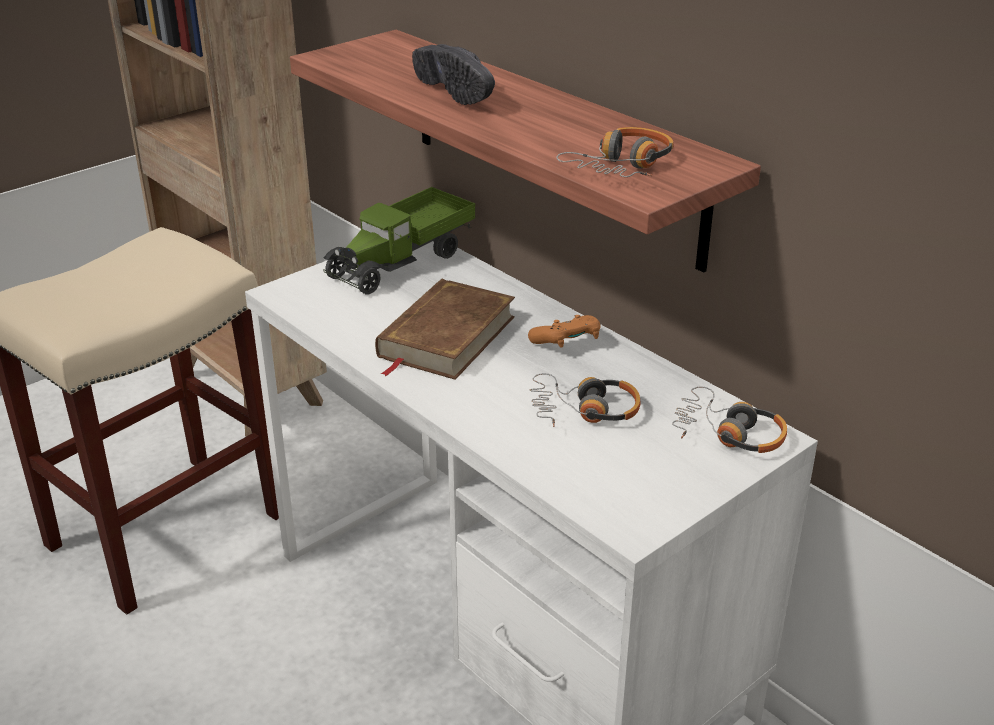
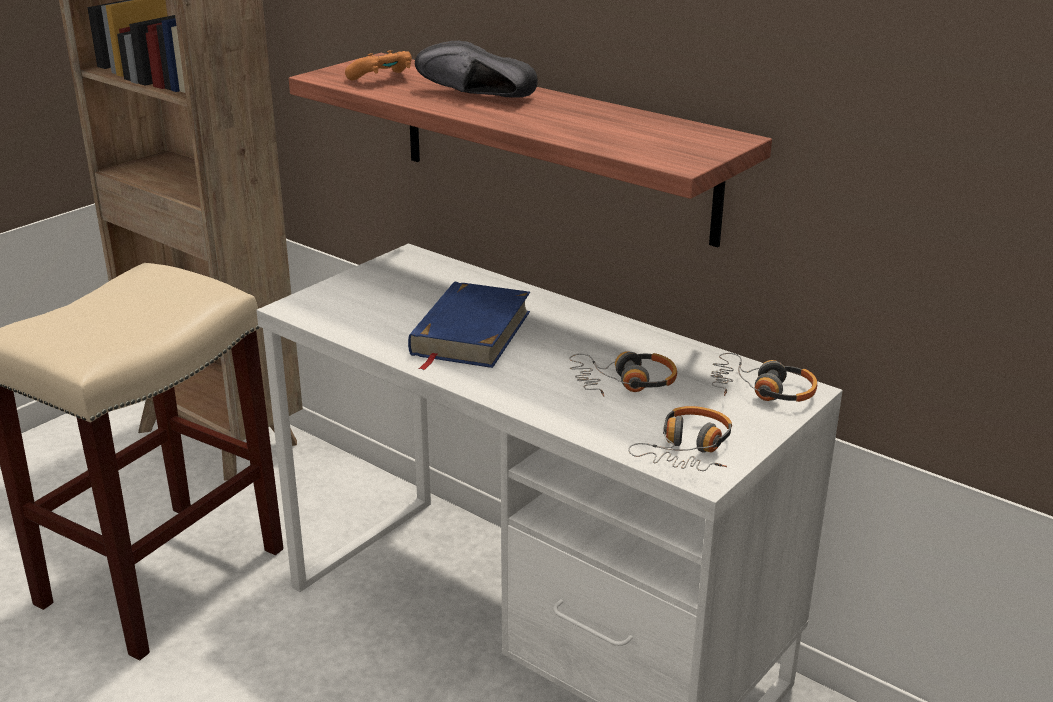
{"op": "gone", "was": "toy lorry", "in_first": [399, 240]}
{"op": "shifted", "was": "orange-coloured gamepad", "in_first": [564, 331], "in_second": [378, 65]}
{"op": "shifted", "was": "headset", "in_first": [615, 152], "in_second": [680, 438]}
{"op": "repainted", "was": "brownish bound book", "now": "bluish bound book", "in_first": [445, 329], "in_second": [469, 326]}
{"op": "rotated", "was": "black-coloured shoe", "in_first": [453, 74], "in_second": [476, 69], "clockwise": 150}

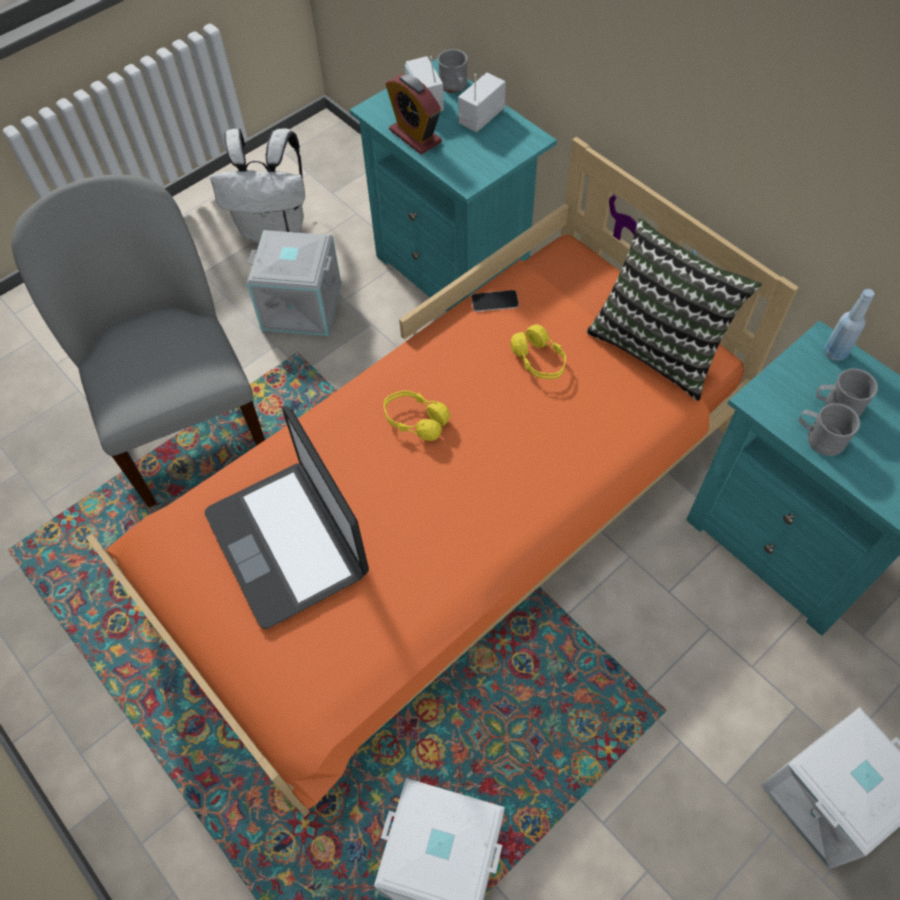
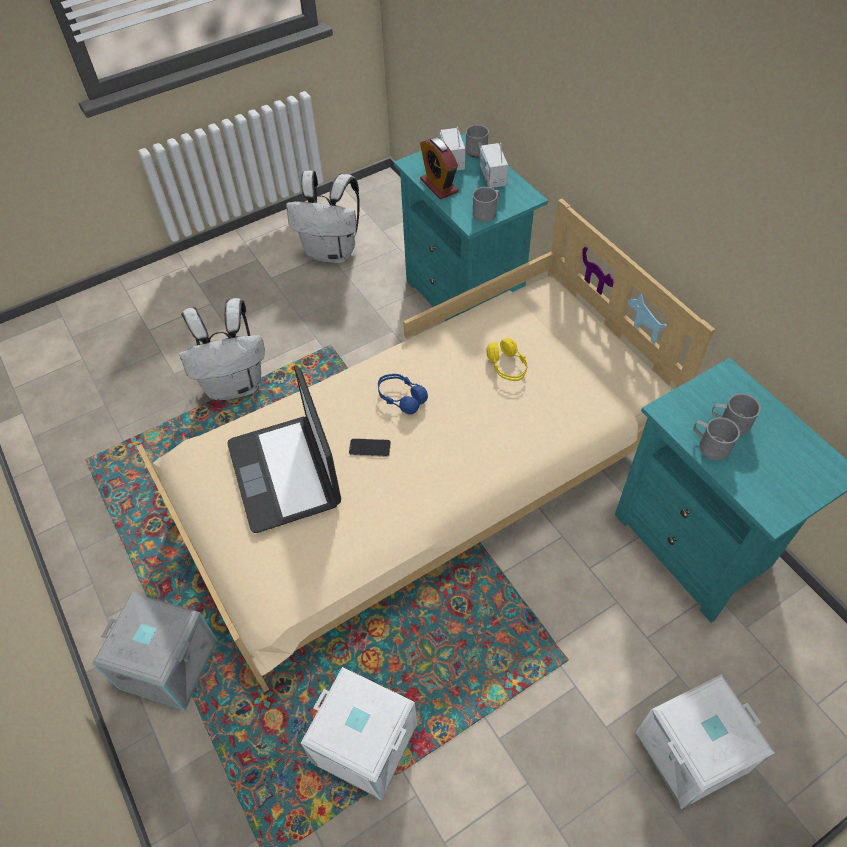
{"op": "gone", "was": "throw pillow", "in_first": [674, 310]}
{"op": "gone", "was": "bluish beverage bottle", "in_first": [849, 325]}
{"op": "new", "now": "gray coffee mug", "in_second": [486, 204]}
{"op": "shifted", "was": "gray storage box", "in_first": [294, 283], "in_second": [154, 651]}
{"op": "shifted", "was": "phone", "in_first": [495, 301], "in_second": [370, 447]}
{"op": "swapped", "was": "gray plain chair", "now": "white knapsack", "in_first": [138, 341], "in_second": [222, 349]}
{"op": "repainted", "was": "orange-coloured bedroom bed", "now": "beige-coloured bedroom bed", "in_first": [442, 476], "in_second": [425, 445]}
{"op": "repainted", "was": "yellow headset", "now": "bluish headset", "in_first": [417, 416], "in_second": [403, 394]}
{"op": "rotated", "was": "radio", "in_first": [482, 102], "in_second": [494, 165], "clockwise": -60}

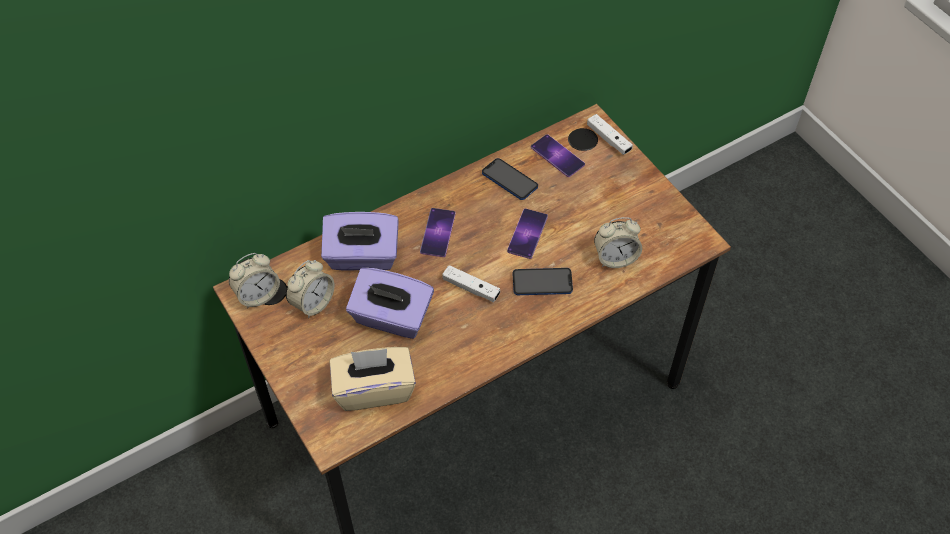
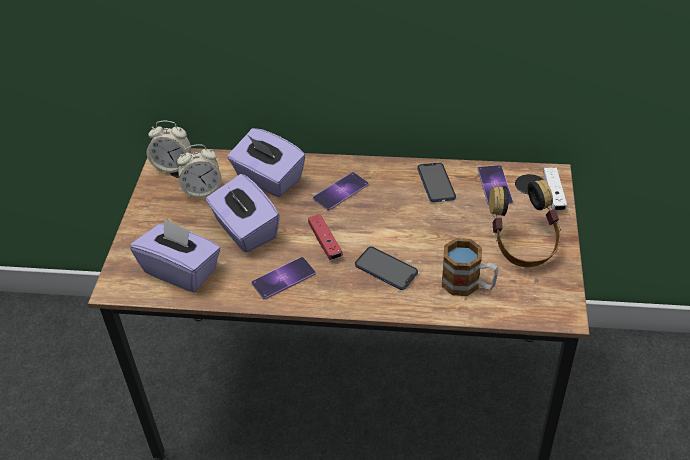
{"op": "new", "now": "headset", "in_second": [525, 223]}
{"op": "shifted", "was": "phone", "in_first": [527, 233], "in_second": [283, 278]}
{"op": "swapped", "was": "alarm clock", "now": "coffee mug", "in_first": [618, 242], "in_second": [470, 267]}
{"op": "repainted", "was": "beige-coloured box of tissues", "now": "purple-coloured box of tissues", "in_first": [373, 379], "in_second": [175, 255]}
{"op": "repainted", "was": "white gamepad", "now": "reddish gamepad", "in_first": [471, 283], "in_second": [325, 237]}

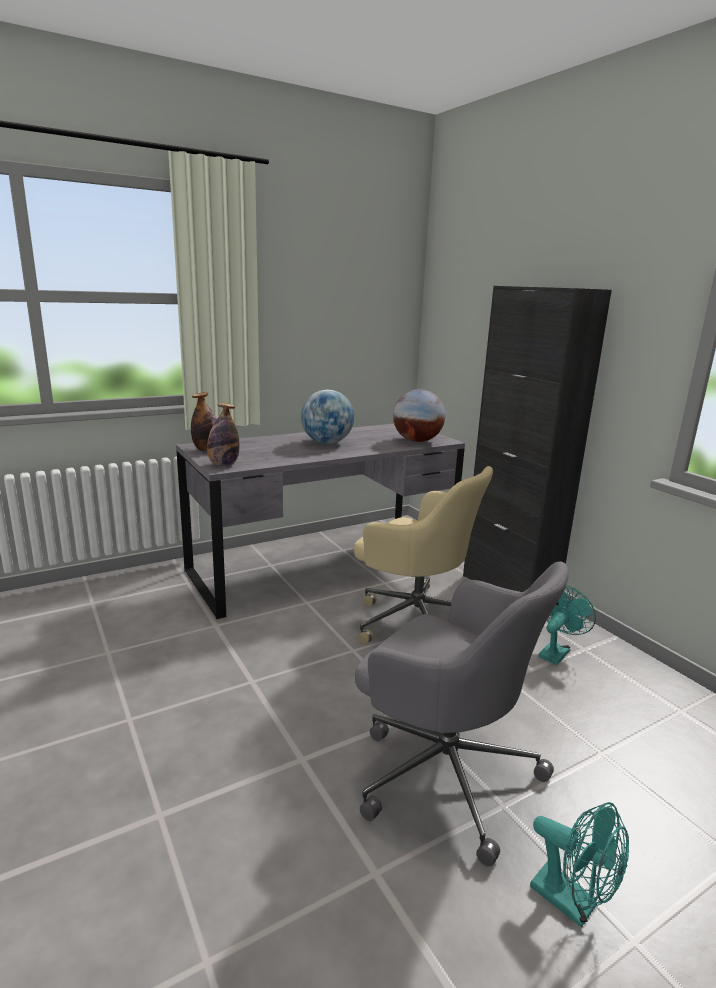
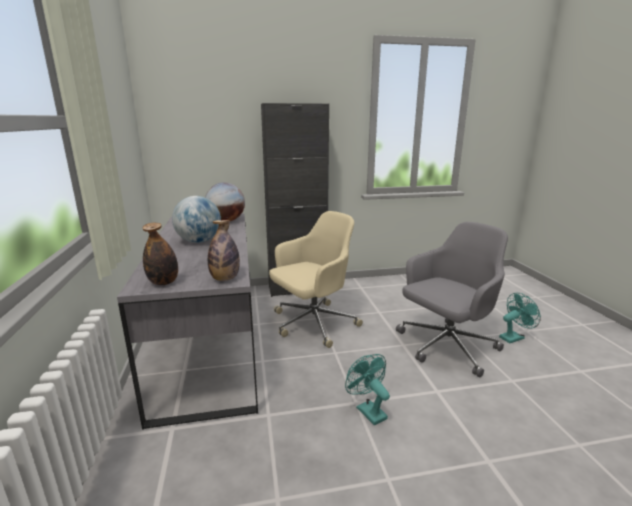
{"op": "shifted", "was": "turquoise-coloured electric fan", "in_first": [567, 625], "in_second": [367, 389]}

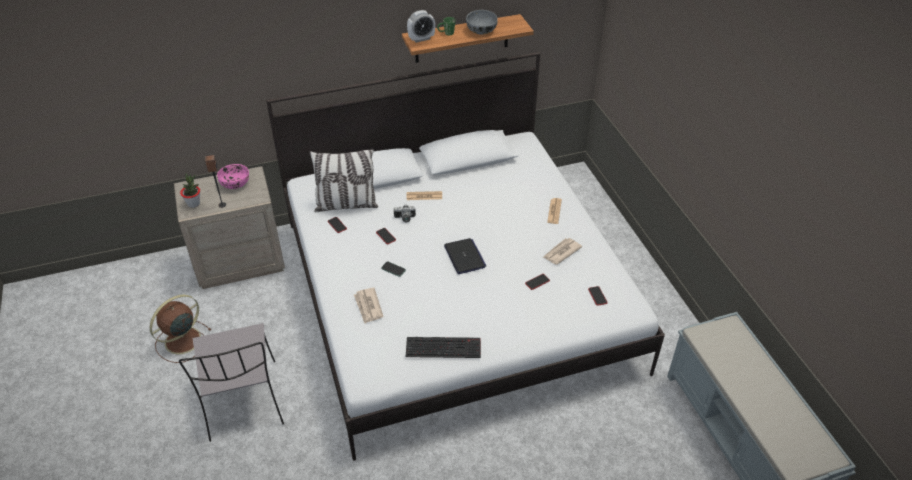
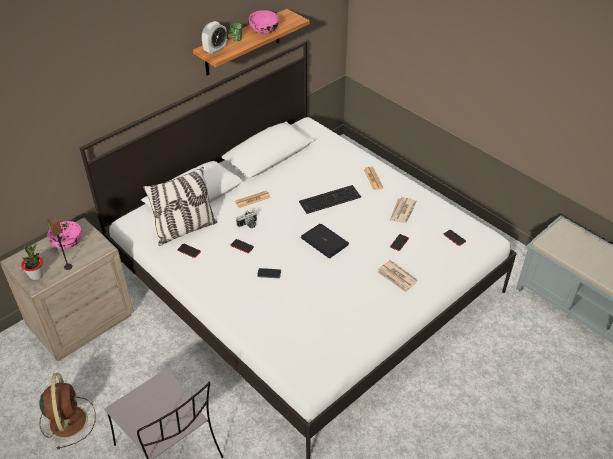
{"op": "shifted", "was": "daily paper", "in_first": [368, 305], "in_second": [397, 276]}
{"op": "shifted", "was": "keyboard", "in_first": [443, 347], "in_second": [330, 199]}
{"op": "repainted", "was": "gray deep dish", "now": "pink deep dish", "in_first": [482, 22], "in_second": [264, 22]}
{"op": "rotated", "was": "brownish electric fan", "in_first": [180, 329], "in_second": [67, 411], "clockwise": 150}

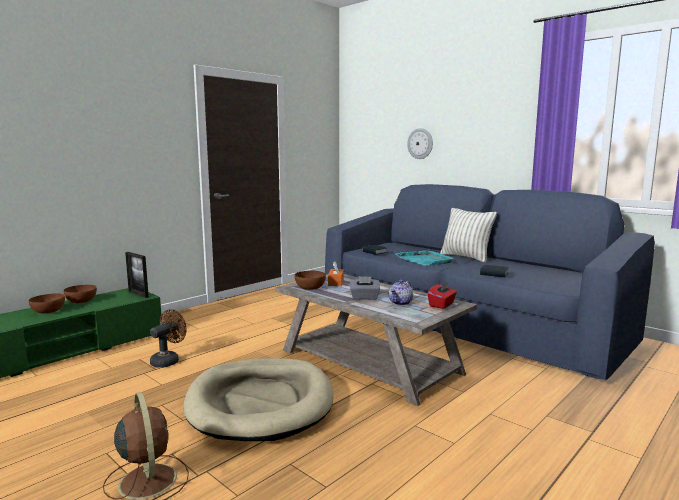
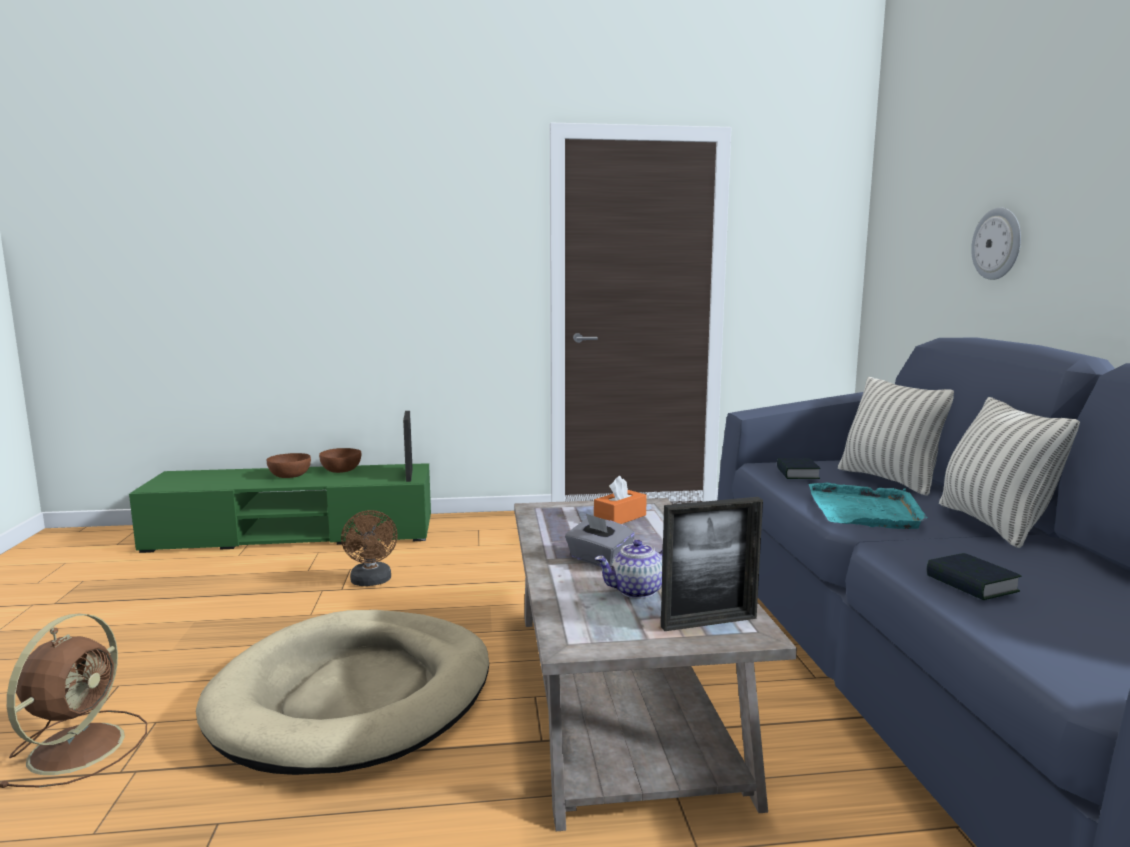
{"op": "gone", "was": "brownish deep dish", "in_first": [310, 280]}
{"op": "new", "now": "throw pillow", "in_second": [896, 436]}
{"op": "swapped", "was": "reddish box of tissues", "now": "picture frame", "in_first": [442, 295], "in_second": [712, 564]}
{"op": "rotated", "was": "brownish electric fan", "in_first": [168, 338], "in_second": [369, 548], "clockwise": 90}

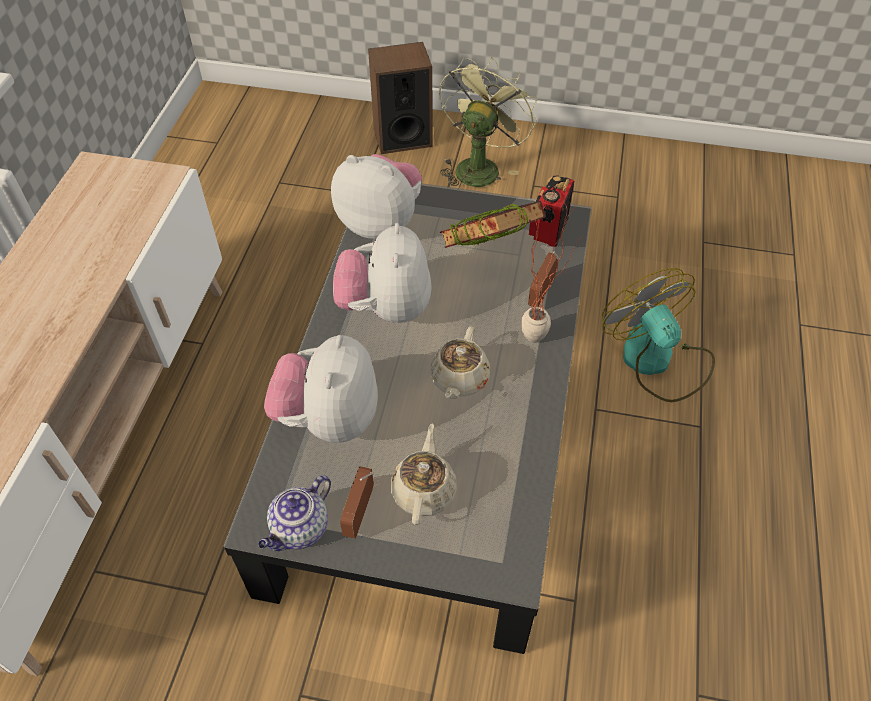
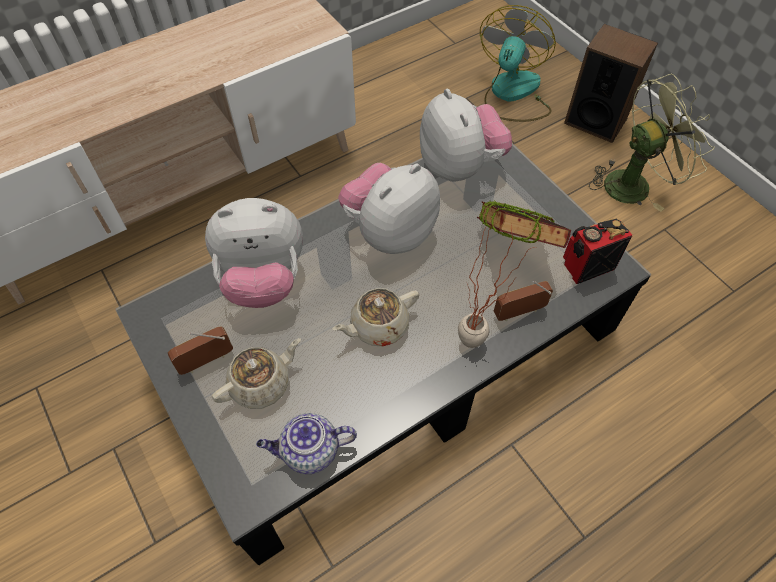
{"op": "shifted", "was": "teapot", "in_first": [294, 513], "in_second": [306, 443]}
{"op": "shifted", "was": "electric fan", "in_first": [658, 335], "in_second": [518, 63]}
{"op": "rotated", "was": "soft toy", "in_first": [321, 389], "in_second": [254, 253], "clockwise": -150}

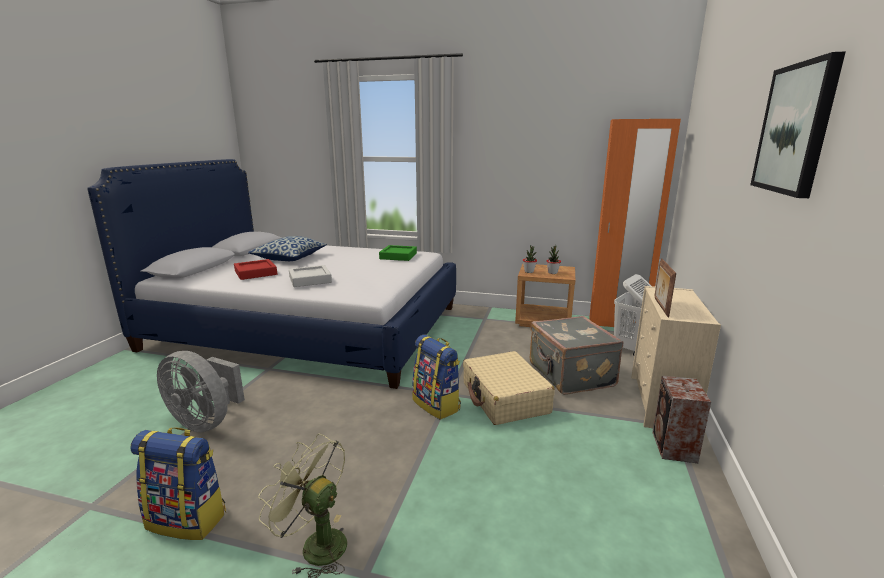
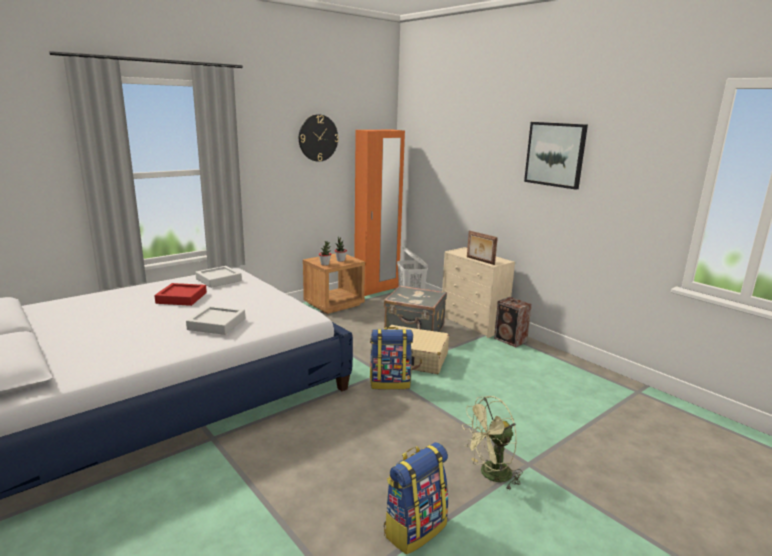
{"op": "gone", "was": "gray electric fan", "in_first": [201, 392]}
{"op": "gone", "was": "throw pillow", "in_first": [287, 248]}
{"op": "new", "now": "wall clock", "in_second": [319, 138]}
{"op": "shifted", "was": "reddish carrying tray", "in_first": [255, 269], "in_second": [180, 294]}
{"op": "repainted", "was": "greenish carrying tray", "now": "gray carrying tray", "in_first": [398, 253], "in_second": [218, 277]}

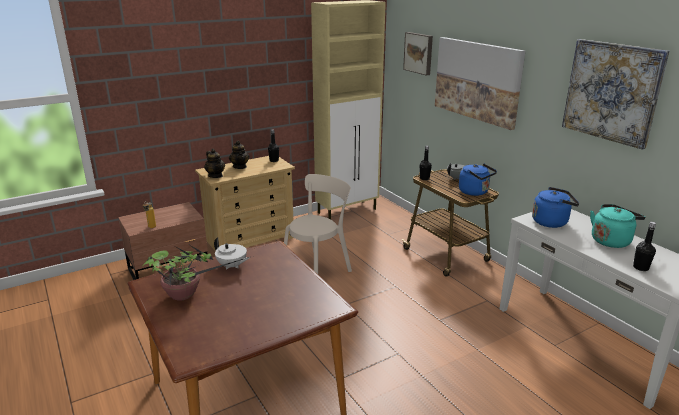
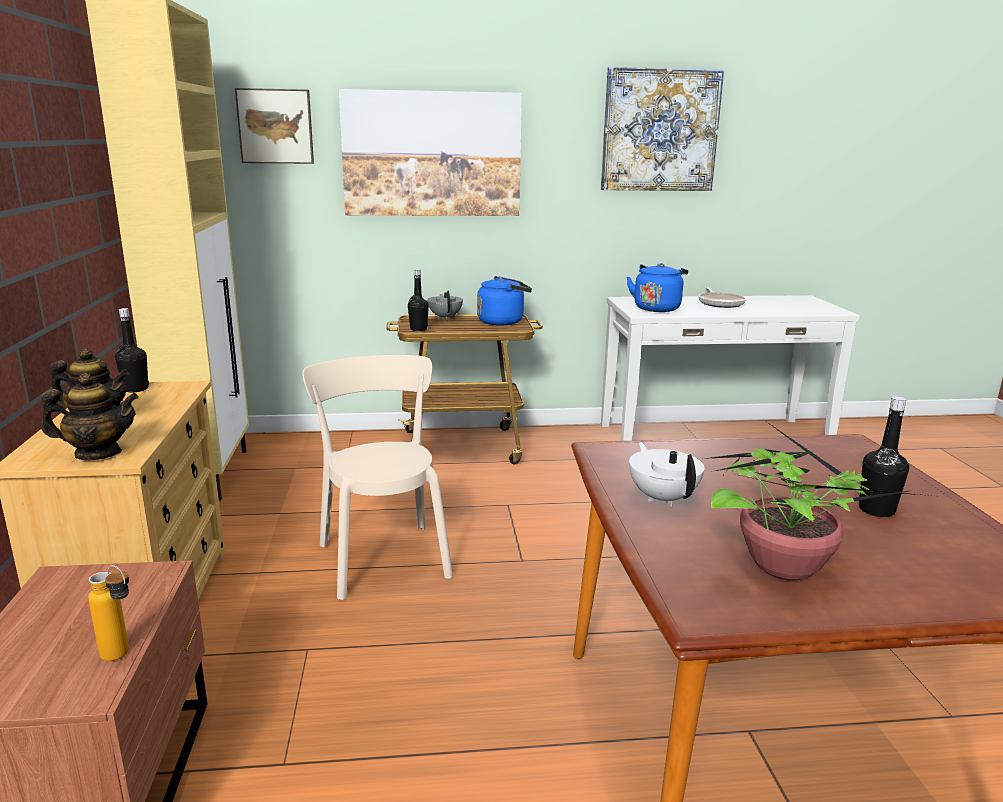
{"op": "shifted", "was": "black-coloured beverage bottle", "in_first": [644, 246], "in_second": [884, 456]}
{"op": "swapped", "was": "turquoise-coloured tea kettle", "now": "frying pan", "in_first": [617, 226], "in_second": [722, 297]}
{"op": "rotated", "was": "white teapot", "in_first": [231, 254], "in_second": [666, 474], "clockwise": -75}

